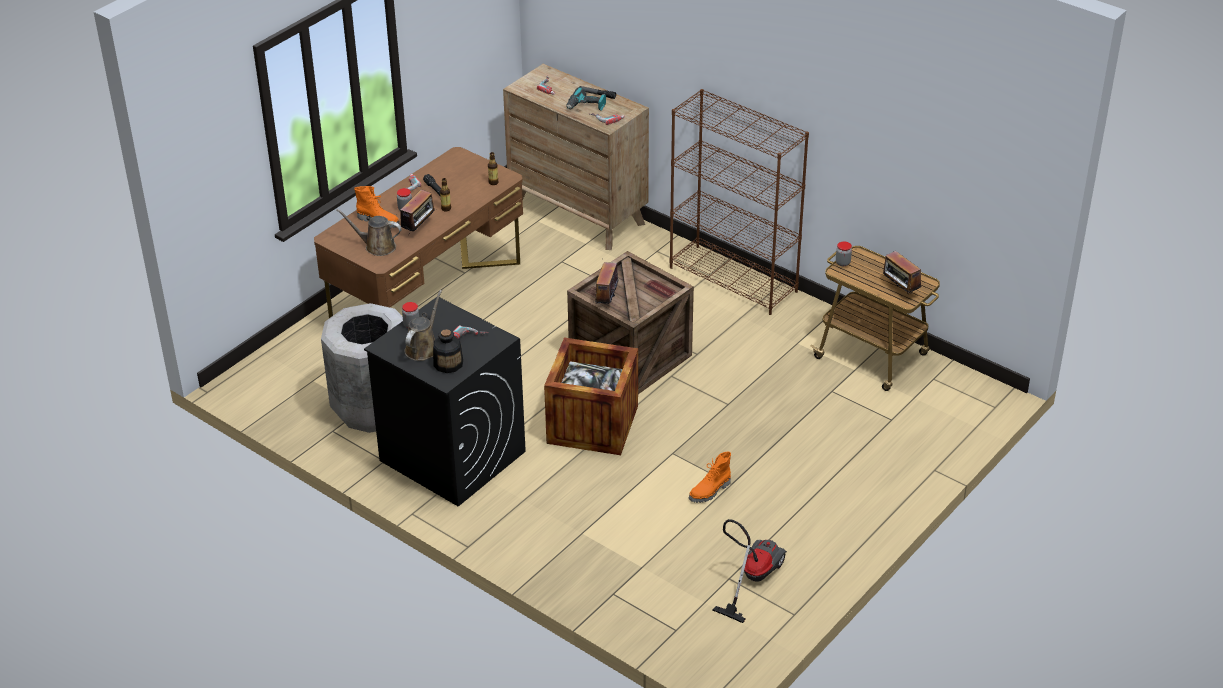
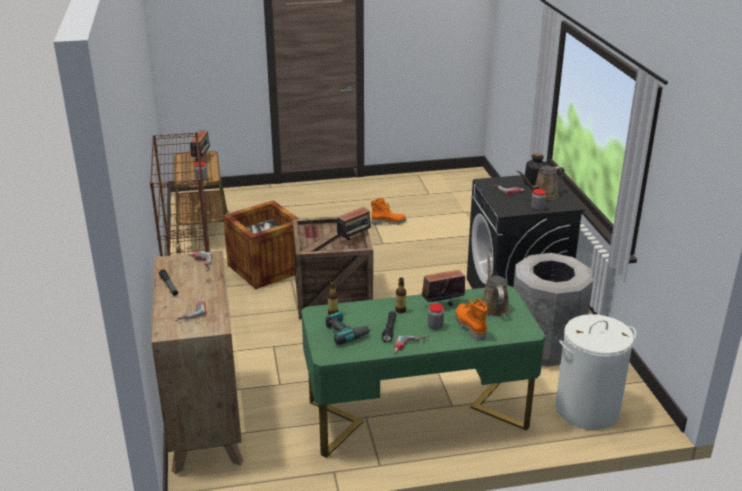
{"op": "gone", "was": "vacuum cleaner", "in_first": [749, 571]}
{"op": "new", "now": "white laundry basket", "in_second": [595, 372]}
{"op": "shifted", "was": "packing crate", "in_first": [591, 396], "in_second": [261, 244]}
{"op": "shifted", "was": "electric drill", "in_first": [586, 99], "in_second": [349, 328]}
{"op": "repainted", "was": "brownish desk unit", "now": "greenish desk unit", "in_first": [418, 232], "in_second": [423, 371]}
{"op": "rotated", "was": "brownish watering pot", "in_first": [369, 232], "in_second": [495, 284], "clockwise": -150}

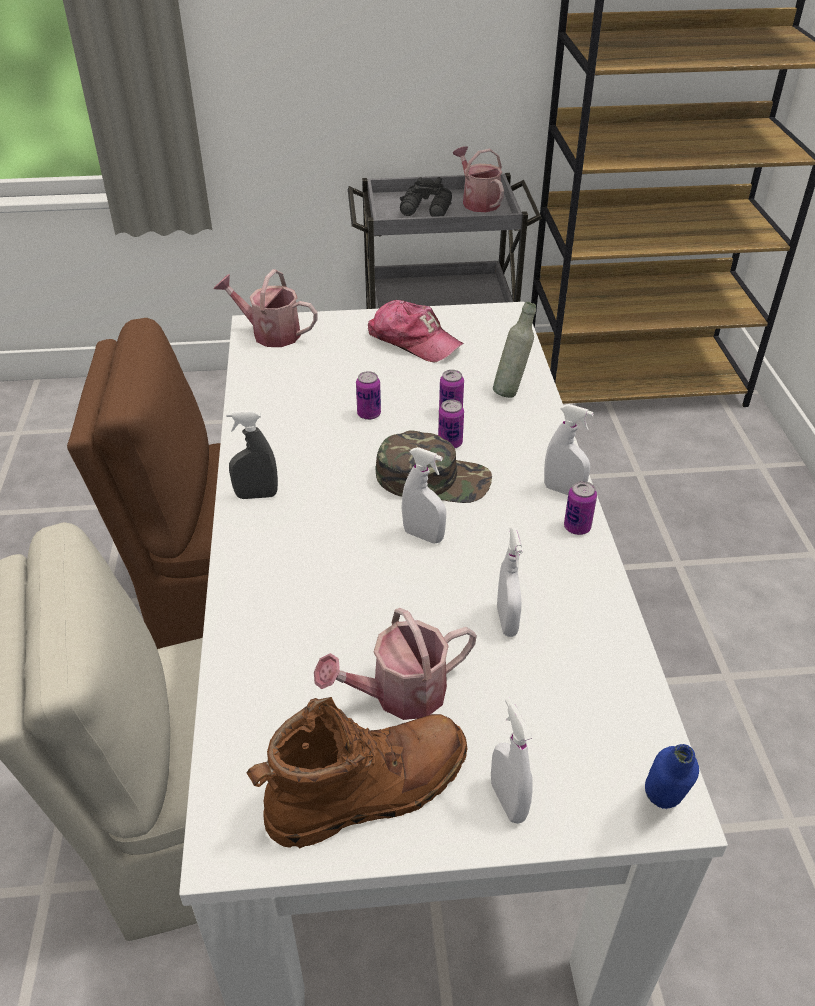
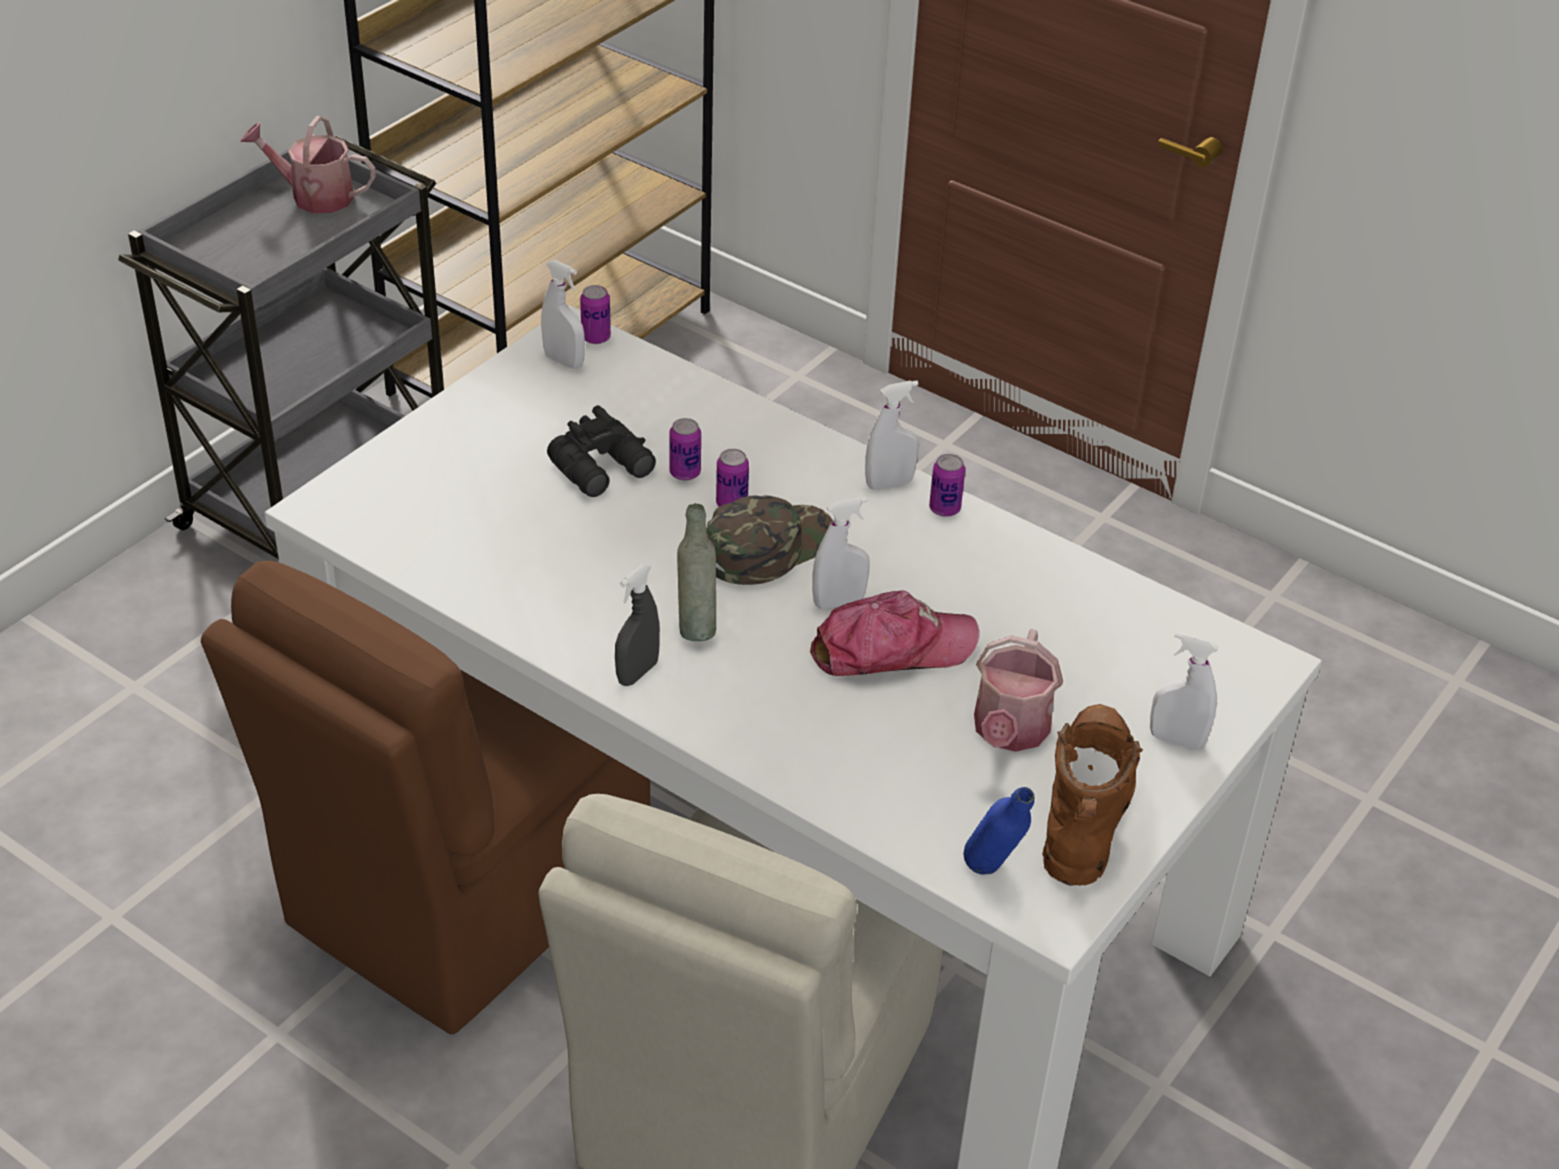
{"op": "gone", "was": "watering pot", "in_first": [266, 308]}
{"op": "shifted", "was": "sealed can", "in_first": [368, 395], "in_second": [595, 314]}
{"op": "shifted", "was": "baseball cap", "in_first": [416, 331], "in_second": [894, 633]}
{"op": "shifted", "was": "black-coloured pair of binoculars", "in_first": [426, 197], "in_second": [601, 451]}
{"op": "shifted", "was": "gray beverage bottle", "in_first": [514, 350], "in_second": [696, 572]}
{"op": "shifted", "was": "white hand sprayer", "in_first": [510, 582], "in_second": [563, 314]}
{"op": "shifted", "was": "bluish beverage bottle", "in_first": [672, 776], "in_second": [999, 831]}

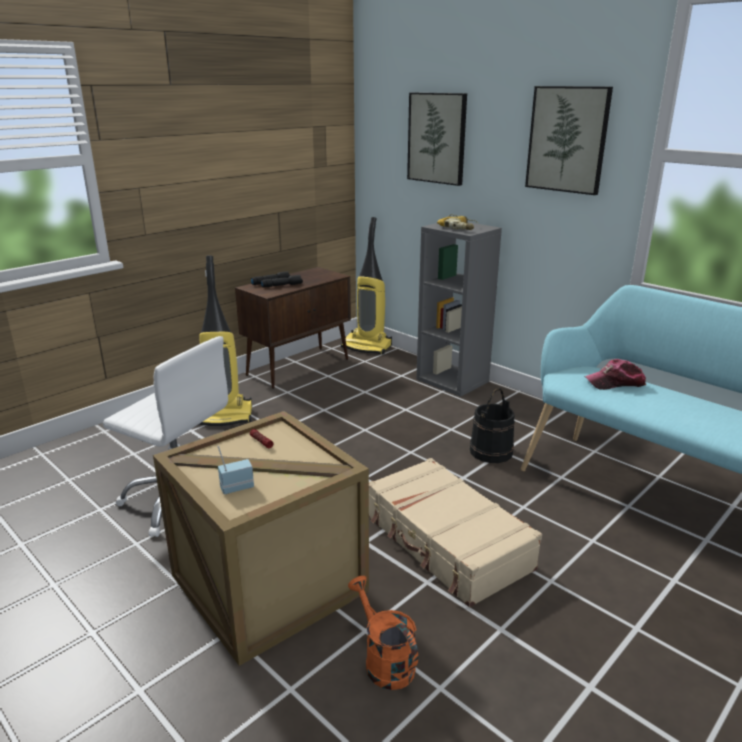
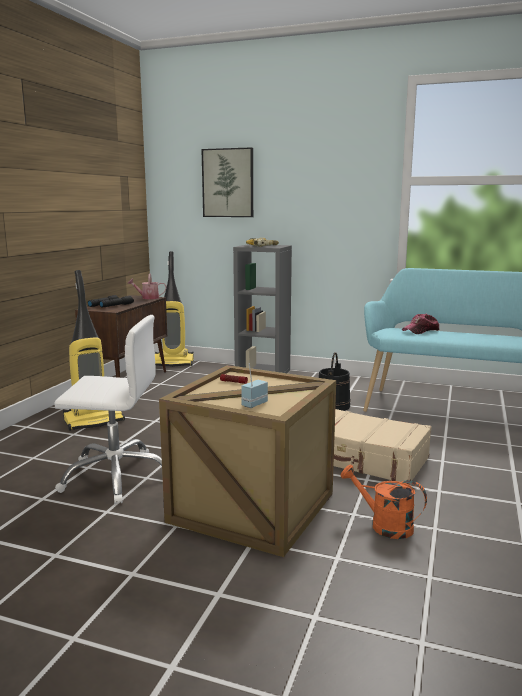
{"op": "gone", "was": "wall art", "in_first": [569, 140]}
{"op": "new", "now": "watering pot", "in_second": [147, 286]}

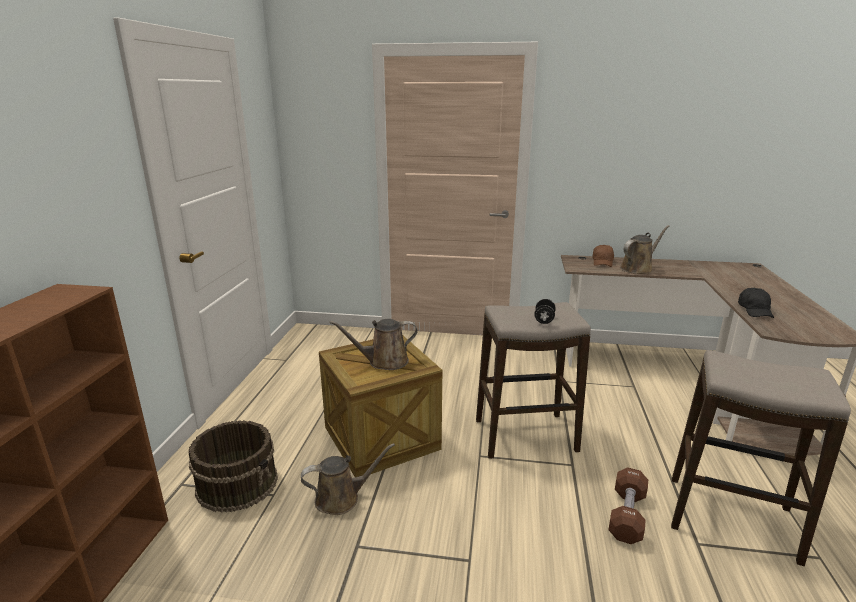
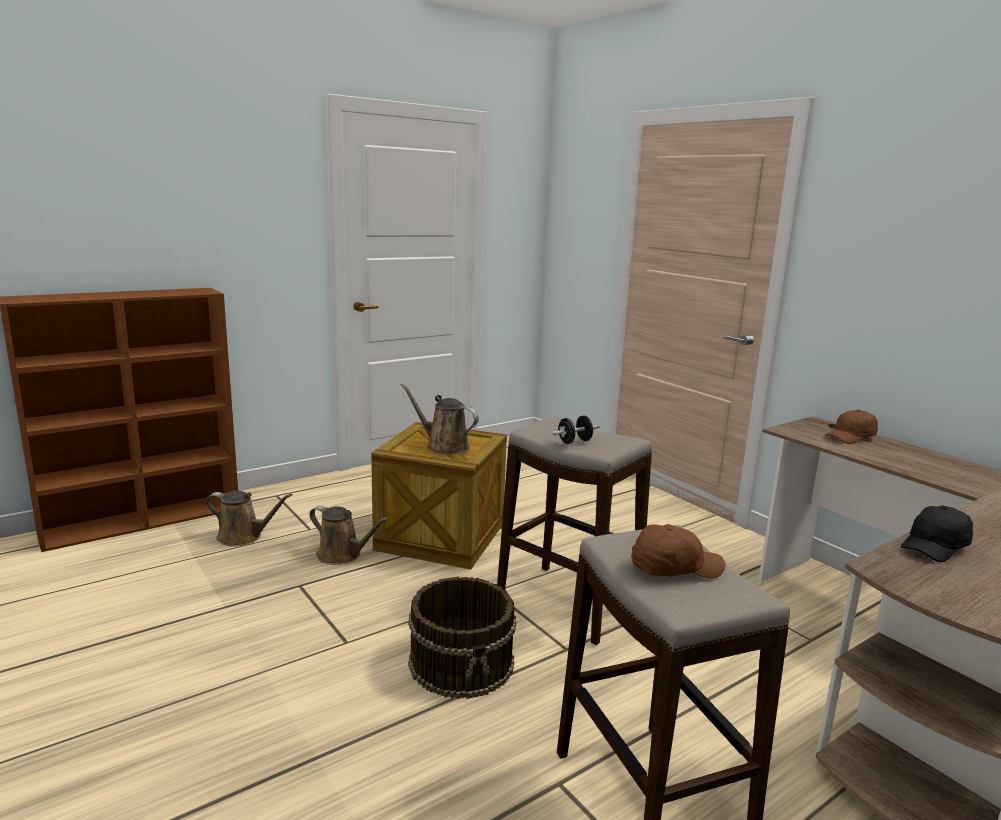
{"op": "gone", "was": "brownish hand weight", "in_first": [628, 505]}
{"op": "new", "now": "brownish baseball cap", "in_second": [678, 551]}
{"op": "shifted", "was": "brownish water bucket", "in_first": [233, 466], "in_second": [462, 638]}
{"op": "shifted", "was": "brownish watering pot", "in_first": [644, 249], "in_second": [249, 518]}

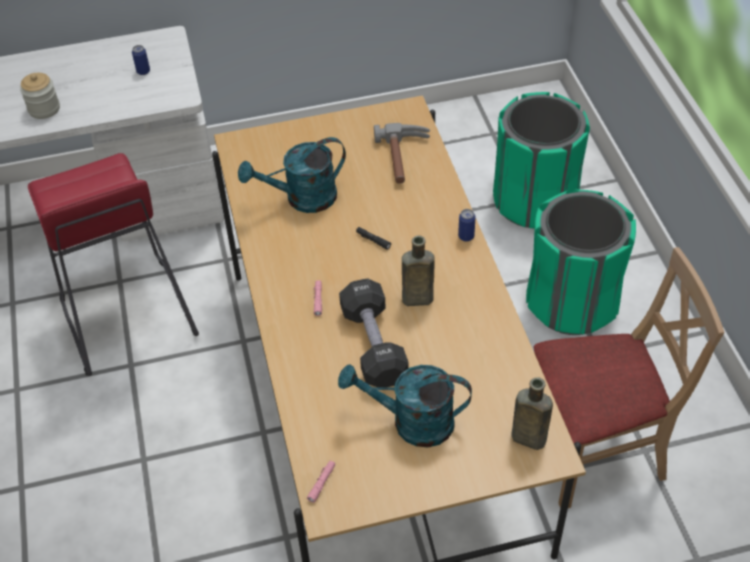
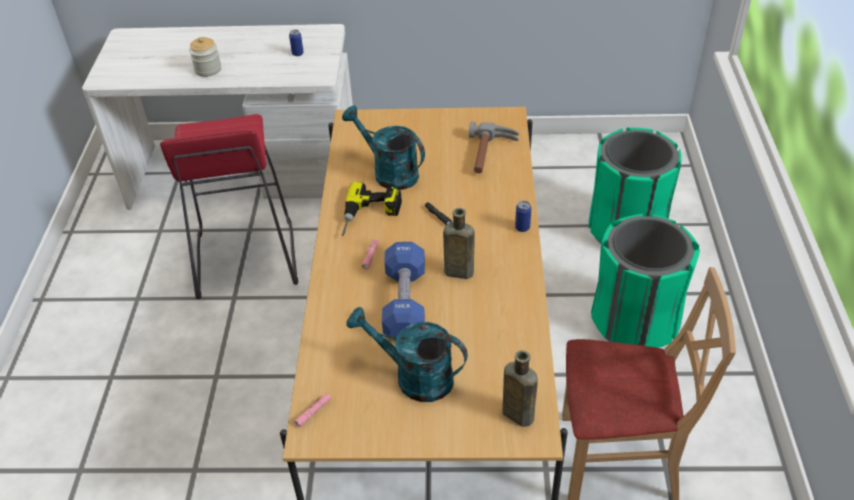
{"op": "new", "now": "electric drill", "in_second": [372, 209]}
{"op": "repainted", "was": "black-coloured hand weight", "now": "bluish hand weight", "in_first": [374, 333], "in_second": [403, 291]}
{"op": "rotated", "was": "turquoise-coloured watering pot", "in_first": [292, 175], "in_second": [383, 147], "clockwise": 45}

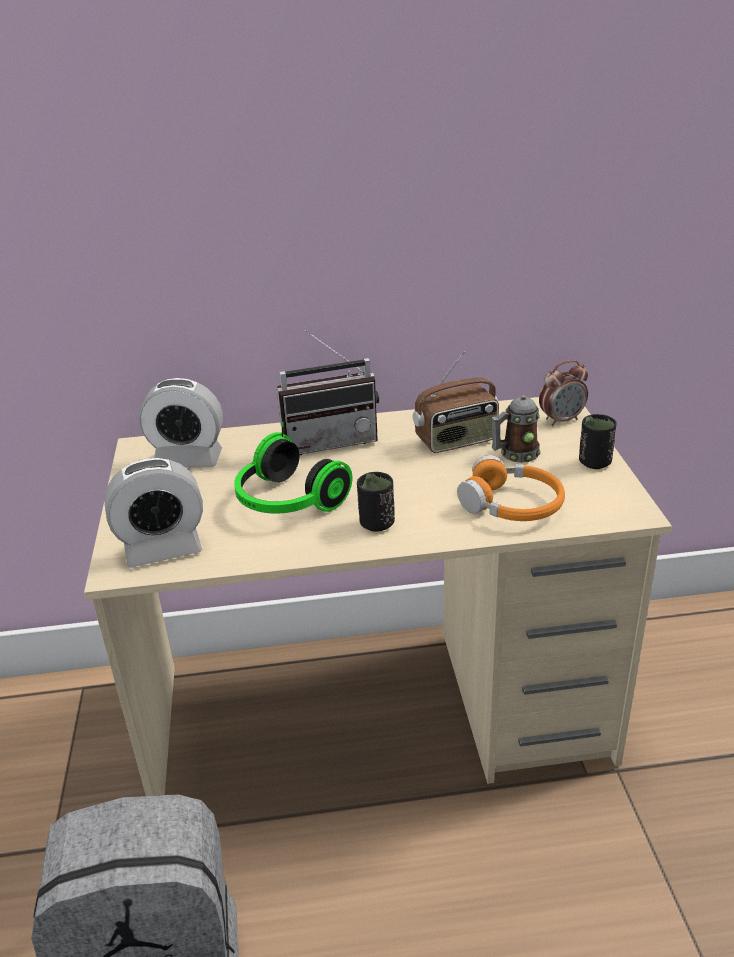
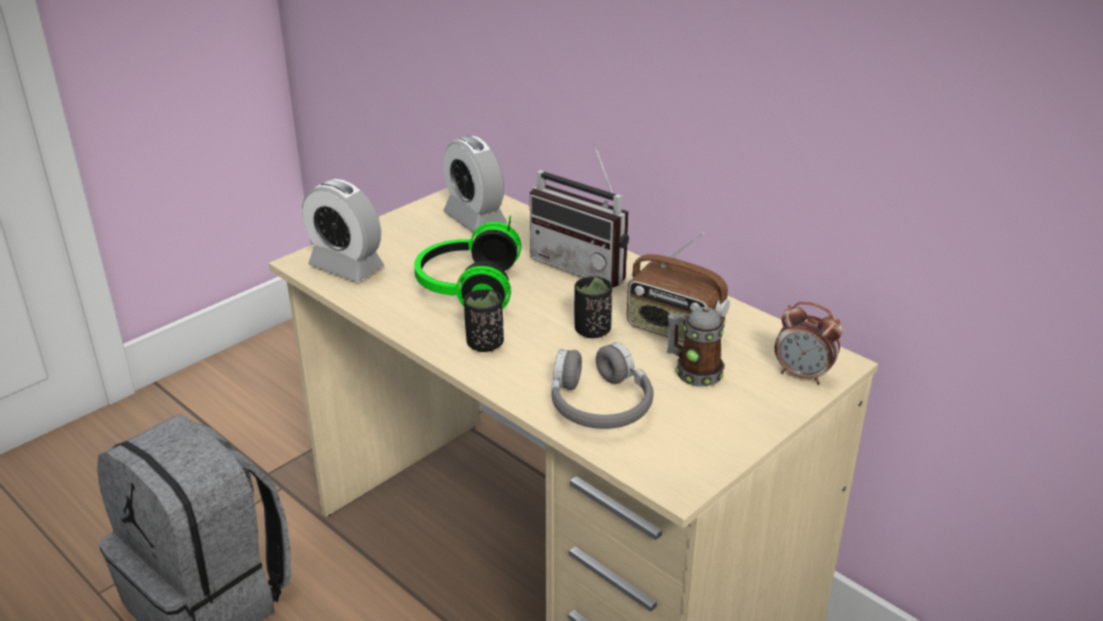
{"op": "shifted", "was": "black-coloured cup", "in_first": [598, 441], "in_second": [593, 307]}
{"op": "repainted", "was": "orange-coloured headset", "now": "gray headset", "in_first": [511, 488], "in_second": [602, 385]}

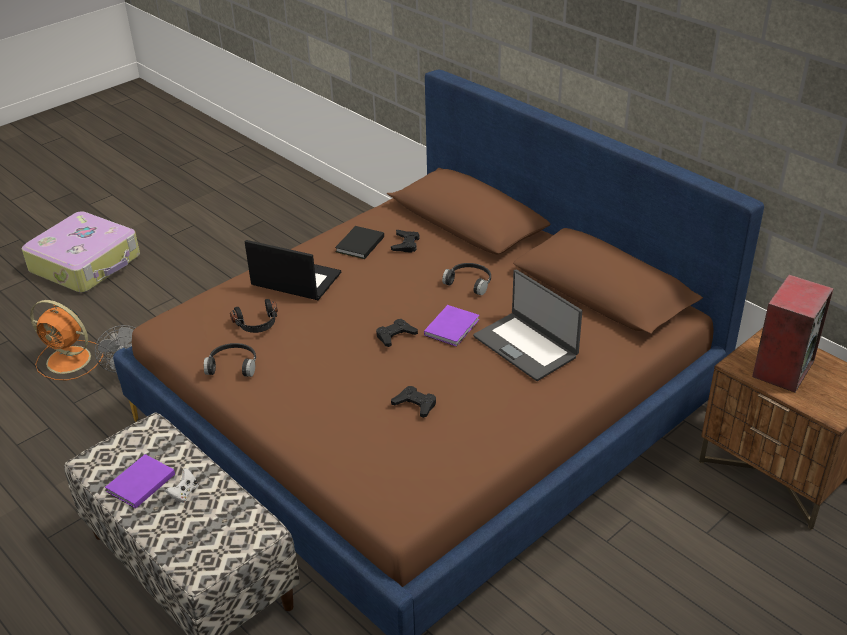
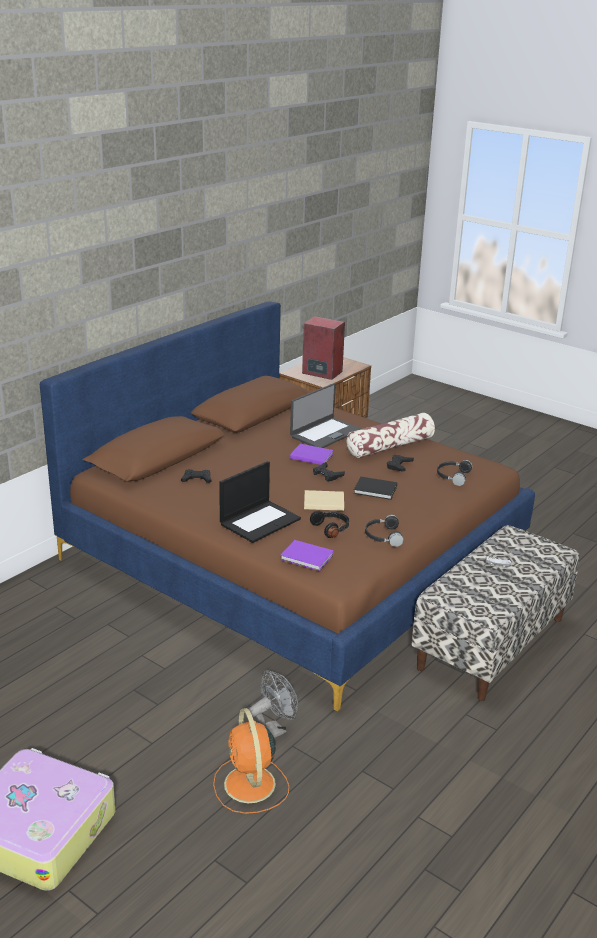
{"op": "new", "now": "beige-coloured bound book", "in_second": [324, 500]}
{"op": "new", "now": "throw pillow", "in_second": [391, 435]}
{"op": "shifted", "was": "purple-coloured bound book", "in_first": [140, 481], "in_second": [307, 555]}
{"op": "shifted", "was": "black-coloured bound book", "in_first": [359, 242], "in_second": [375, 488]}
{"op": "shifted", "was": "black-coloured headset", "in_first": [466, 279], "in_second": [455, 473]}
{"op": "rotated", "was": "orange-coloured electric fan", "in_first": [66, 340], "in_second": [251, 761], "clockwise": 150}
{"op": "rotated", "was": "laptop", "in_first": [293, 270], "in_second": [260, 502], "clockwise": -150}

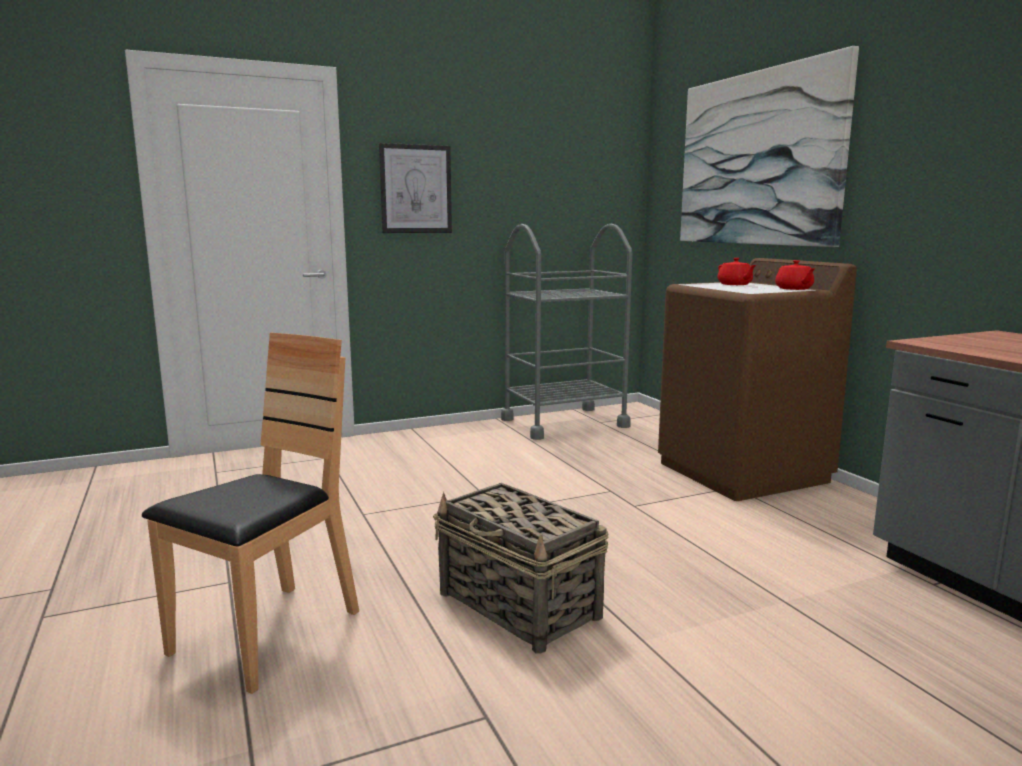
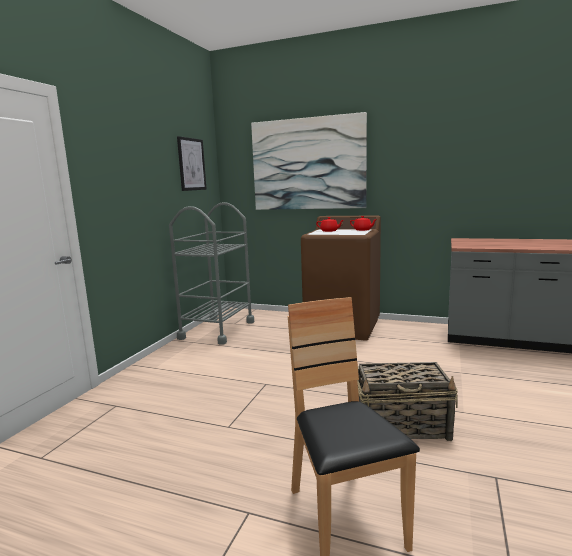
{"op": "shifted", "was": "wall art", "in_first": [415, 188], "in_second": [192, 163]}

